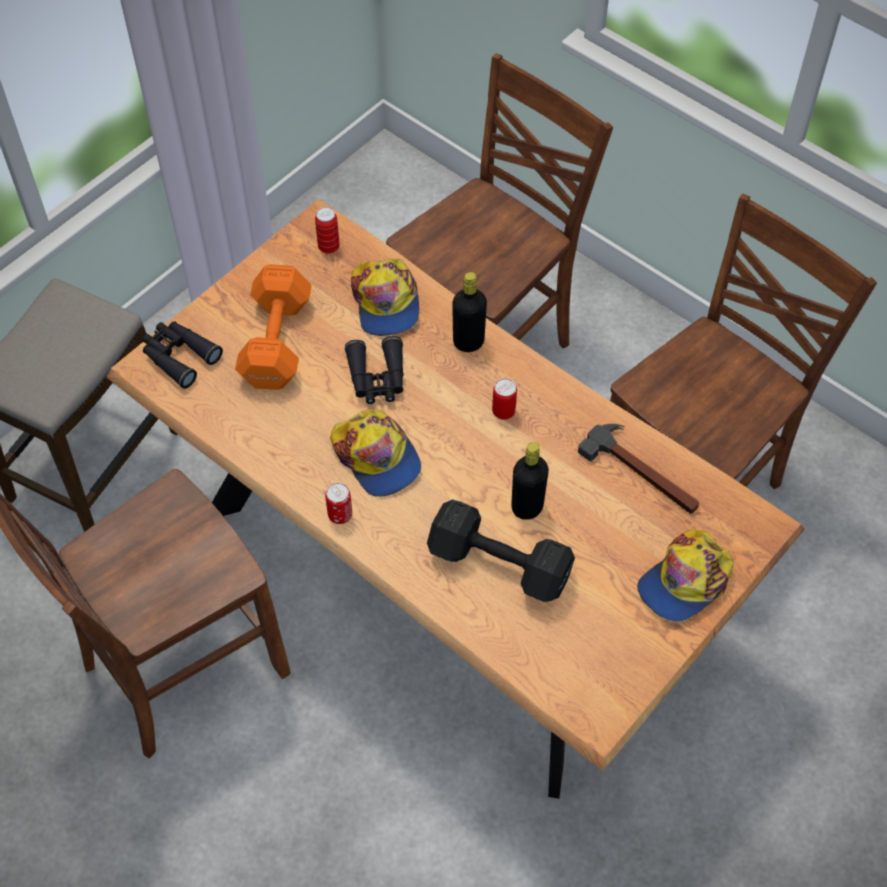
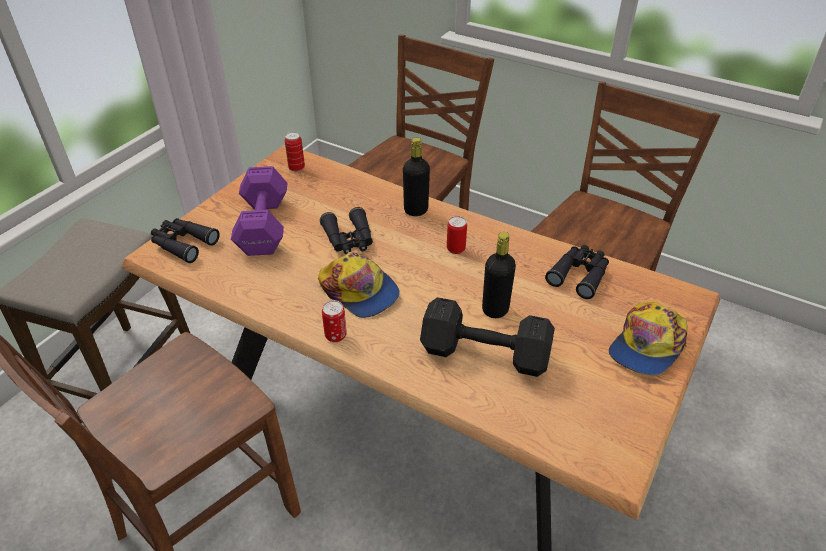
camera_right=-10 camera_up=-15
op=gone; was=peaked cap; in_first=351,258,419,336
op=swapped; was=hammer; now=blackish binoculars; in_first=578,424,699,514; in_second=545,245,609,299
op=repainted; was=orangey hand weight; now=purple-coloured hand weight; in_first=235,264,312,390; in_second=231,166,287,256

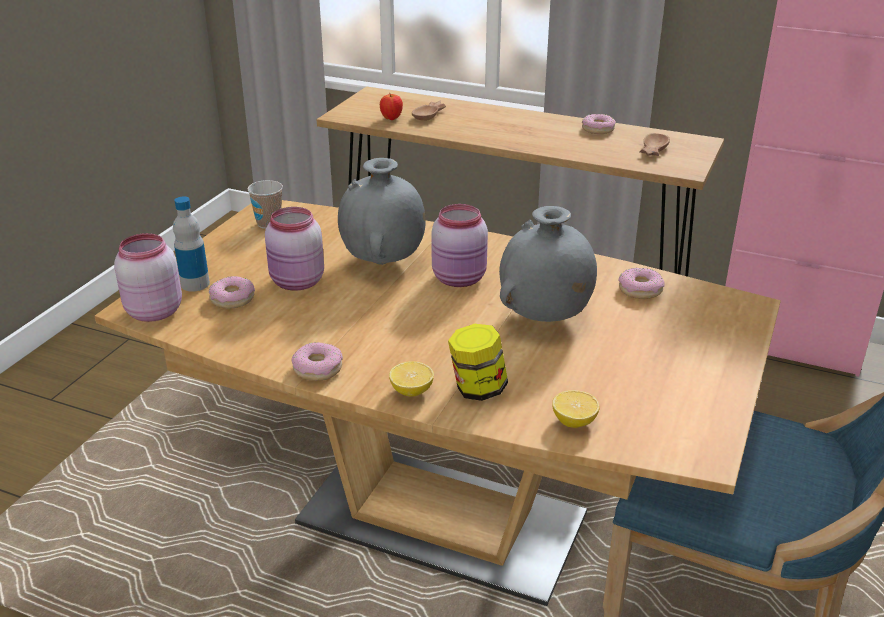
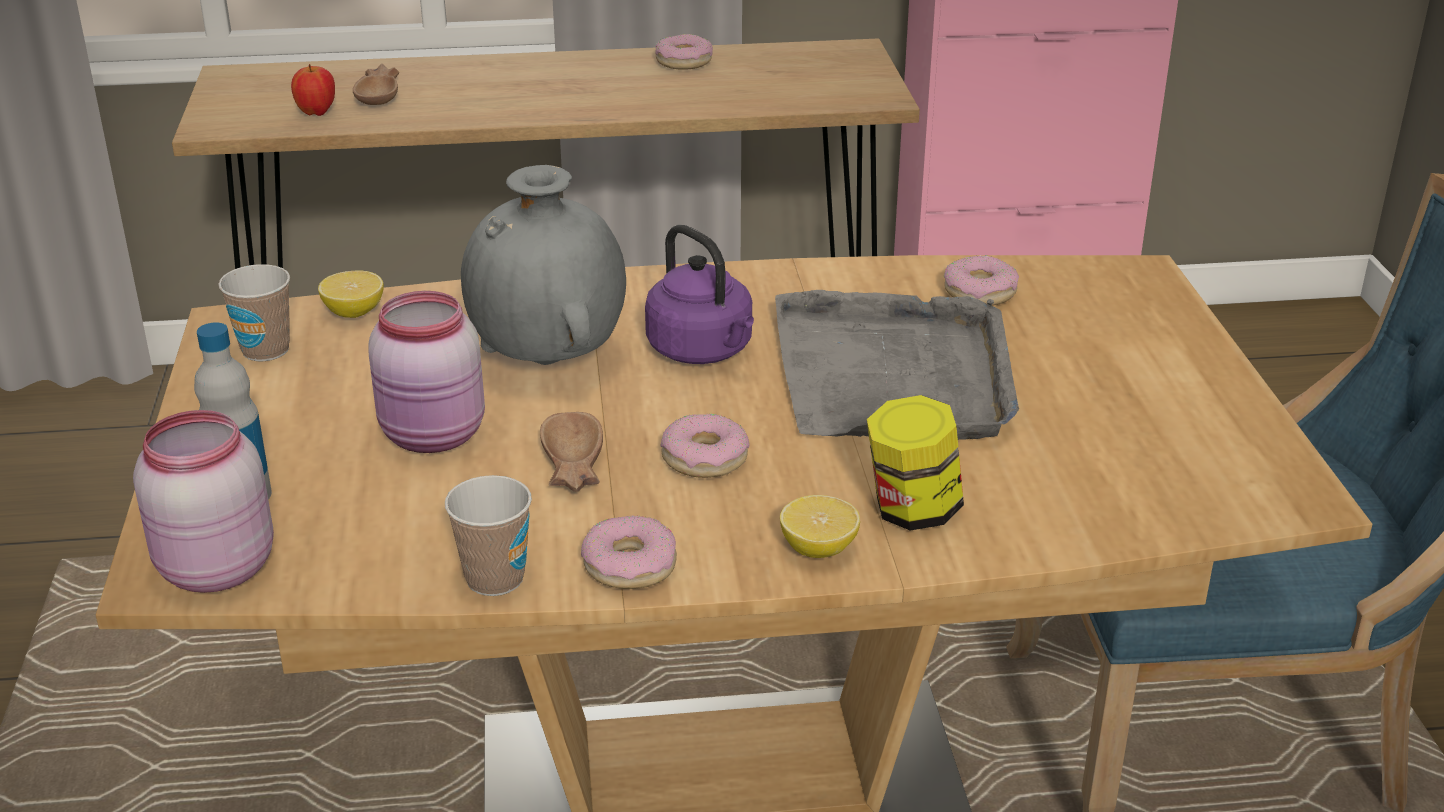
camera_right=-30 camera_up=0
op=new; now=drinking cup; in_second=445,475,532,596
op=shifted; was=donut; in_first=209,276,255,309; in_second=661,414,750,478
op=shifted; was=citrus fruit; in_first=552,390,600,428; in_second=318,270,384,318
op=shifted; was=brown-coloured serving bowl; in_first=639,133,670,156; in_second=540,412,603,492
op=swapped; was=pink storage jar; now=purple-coloured tea kettle; in_first=431,204,488,287; in_second=645,225,754,364
op=swapped; was=greyish flower vase; now=greyish carrying tray; in_first=499,206,597,322; in_second=775,290,1019,440

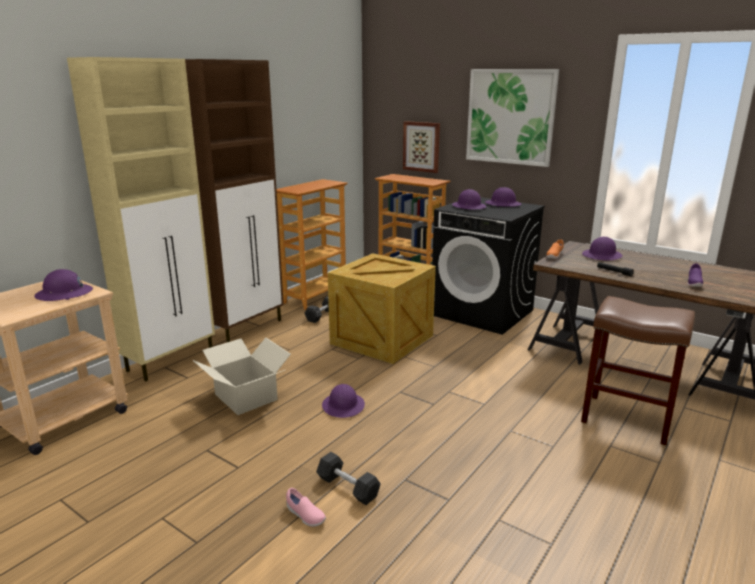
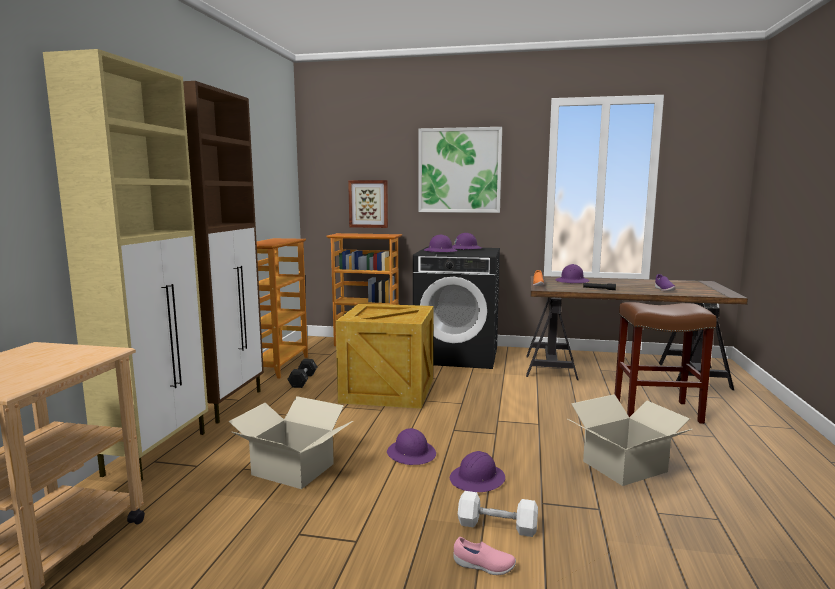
camera_right=-25 camera_up=-10
op=new; now=cardboard box; in_second=568,394,692,486
op=shifted; was=purple-coloured work helmet; in_first=34,269,93,301; in_second=450,451,505,492
op=repainted; was=blackish hand weight; now=white hand weight; in_first=316,452,381,505; in_second=458,491,538,537

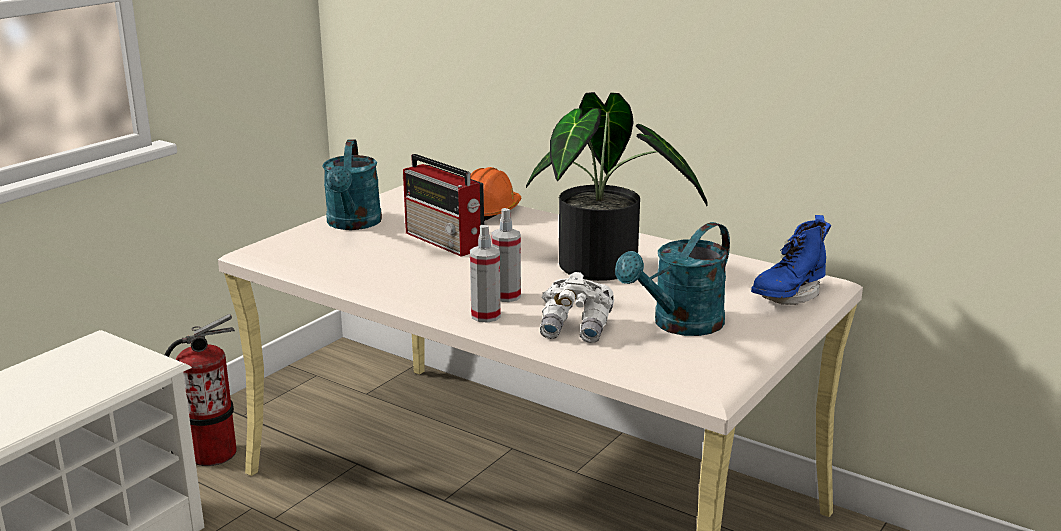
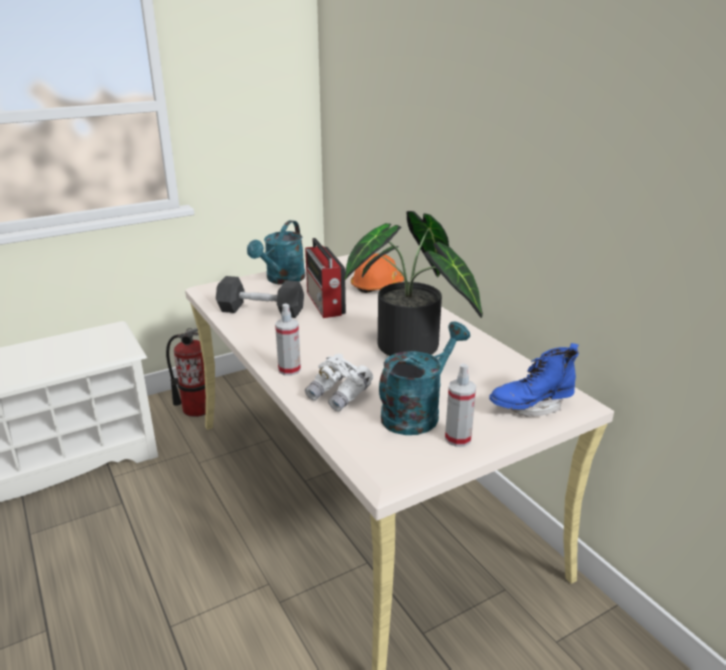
camera_right=25 camera_up=5
op=new; now=greyish hand weight; in_second=216,276,304,318
op=shifted; was=hand sprayer; in_first=491,208,521,302; in_second=445,363,476,447
op=rotated; was=turquoise-coloured watering can; in_first=615,222,730,336; in_second=379,322,470,435; clockwise=150

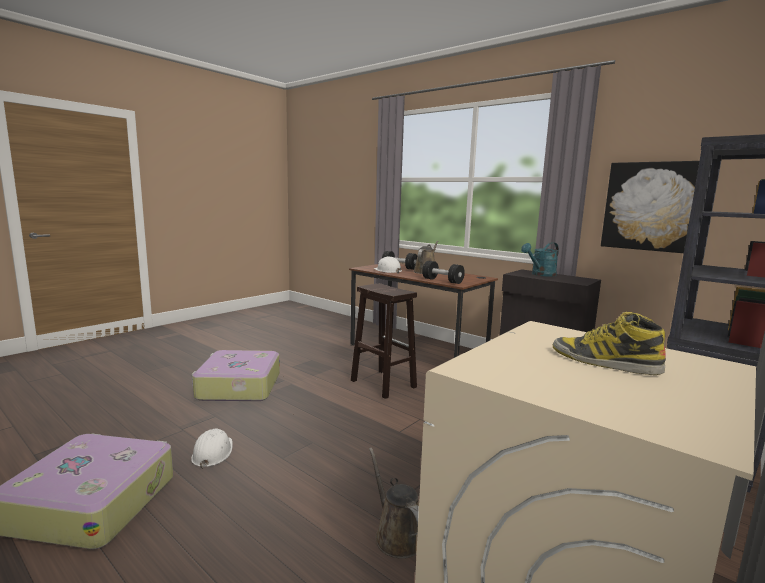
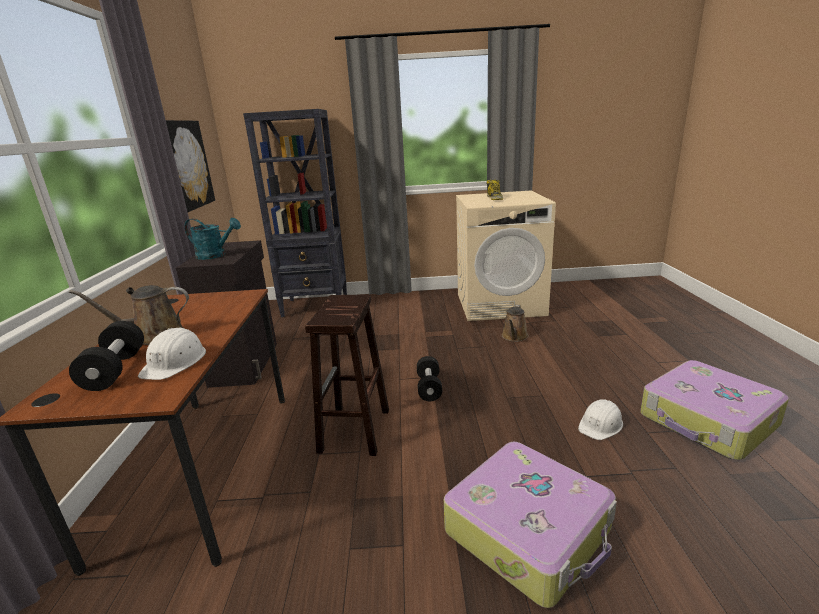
camera_right=-130 camera_up=10
op=shifted; was=blackish hand weight; in_first=422,261,465,284; in_second=417,356,442,401

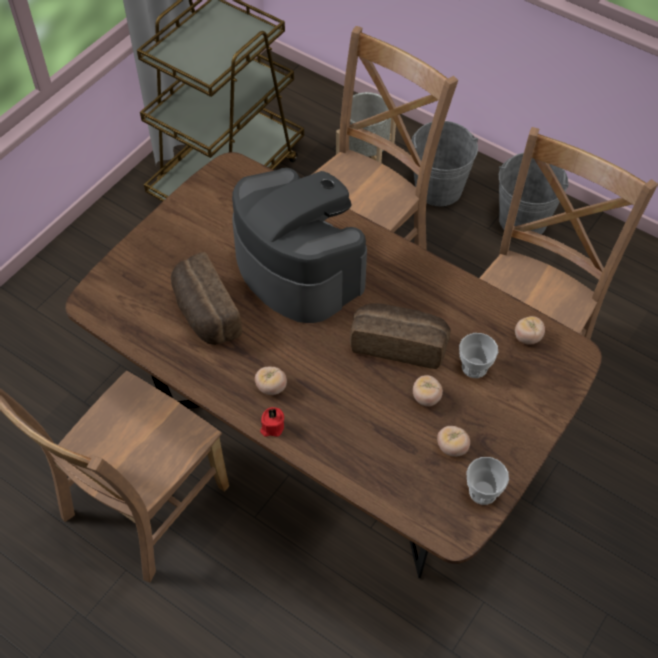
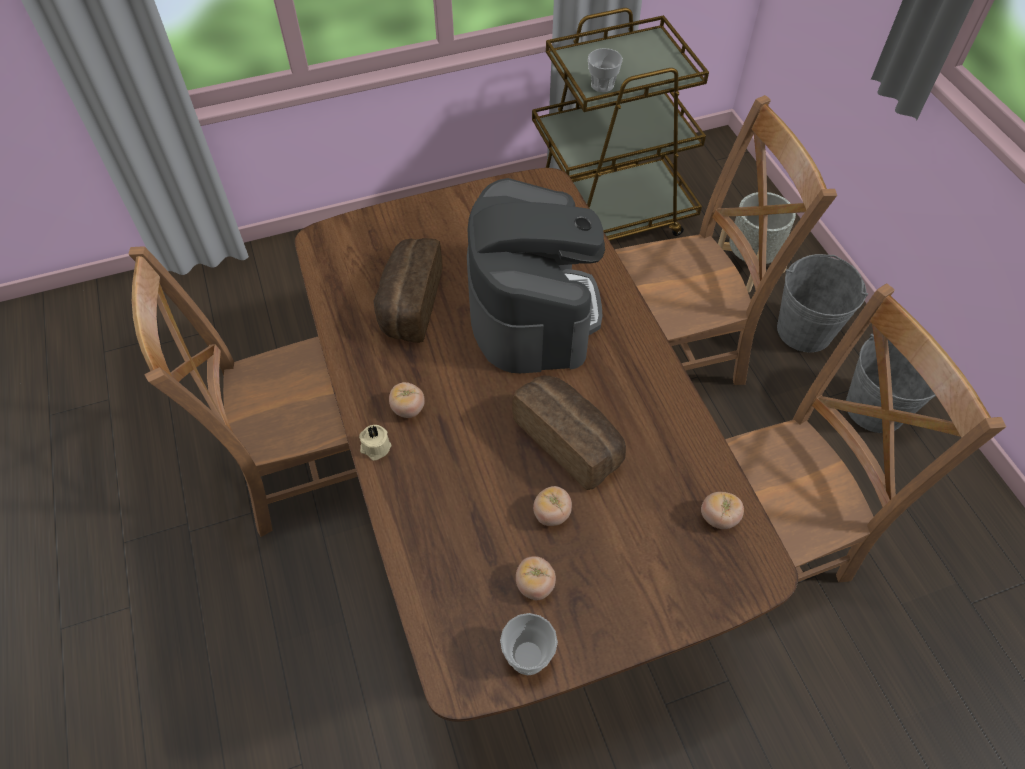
camera_right=35 camera_up=0
op=shifted; was=drinking cup; in_first=459,333,498,378; in_second=588,48,623,92
op=repainted; was=reddish candle; now=beige candle; in_first=260,407,284,437; in_second=359,425,391,461

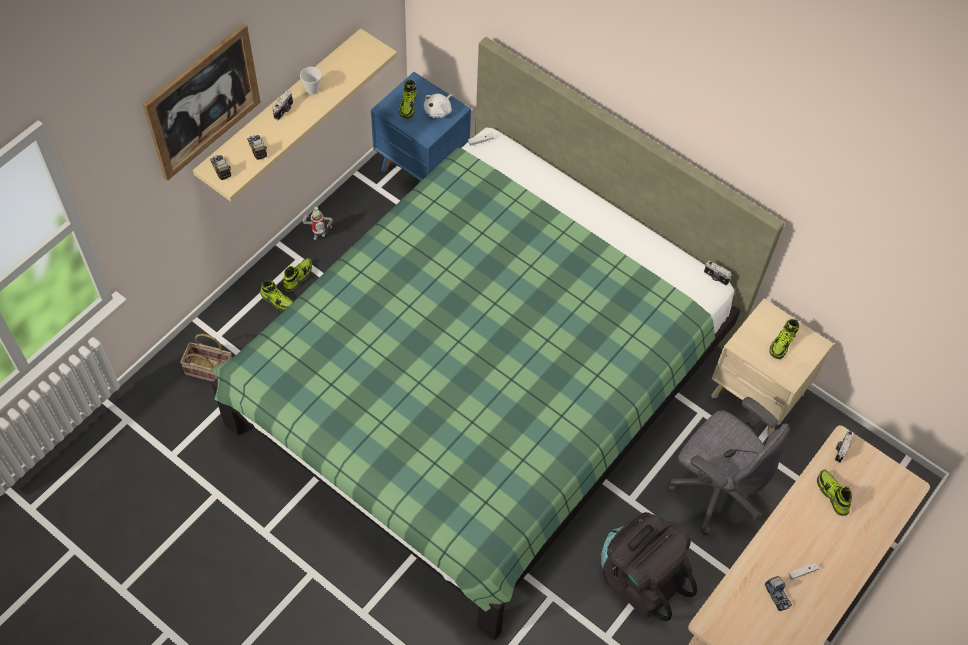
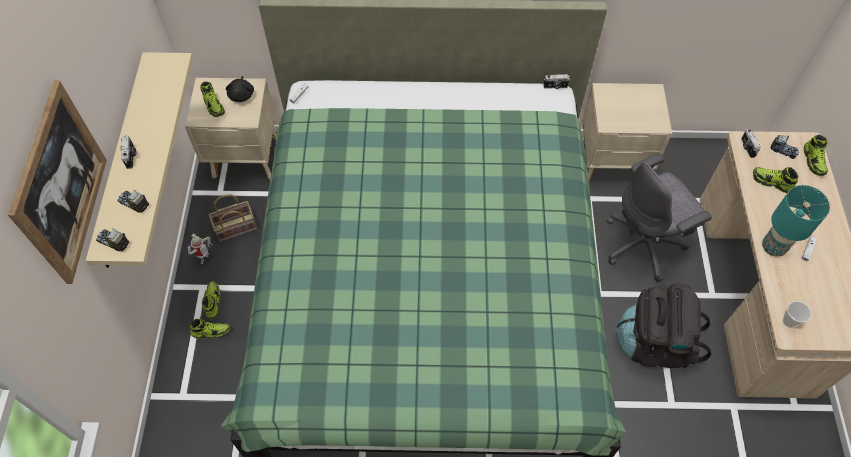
camera_right=-35 camera_up=0
op=new; now=turquoise-coloured table lamp; in_second=762,185,830,257
op=shifted; was=storage basket; in_first=180,334,232,382; in_second=209,194,257,242
op=shifted; was=drinking cup; in_first=300,67,322,95; in_second=783,301,811,328
op=shifted; was=model truck; in_first=765,576,792,611; in_second=771,135,799,159
op=shifted; was=low shoe; in_first=770,319,800,359; in_second=803,135,828,176
op=repainted; was=blue nightstand; now=beige nightstand; in_first=371,72,471,181; in_second=185,78,276,179
op=repainted; was=white soft toy; now=blackish soft toy; in_first=424,94,452,118; in_second=226,76,254,102
op=rotated; was=greyish desk chair; in_first=667,397,790,535; in_second=606,154,712,282; clockwise=150

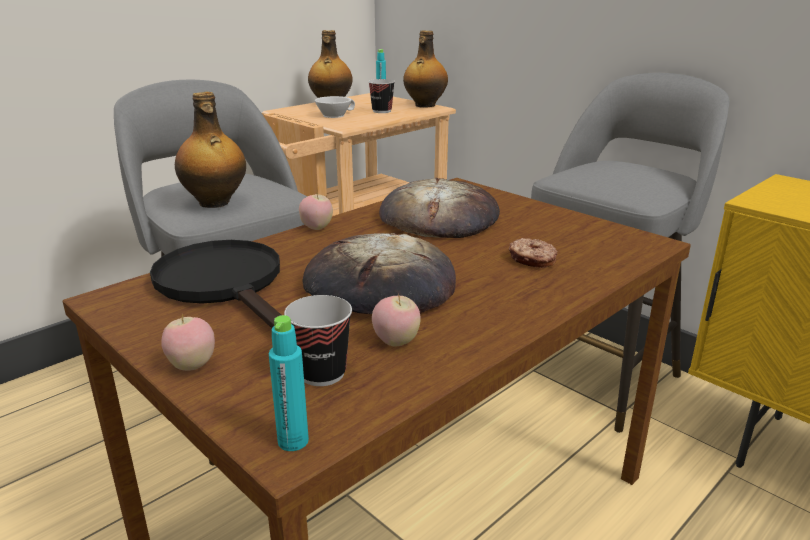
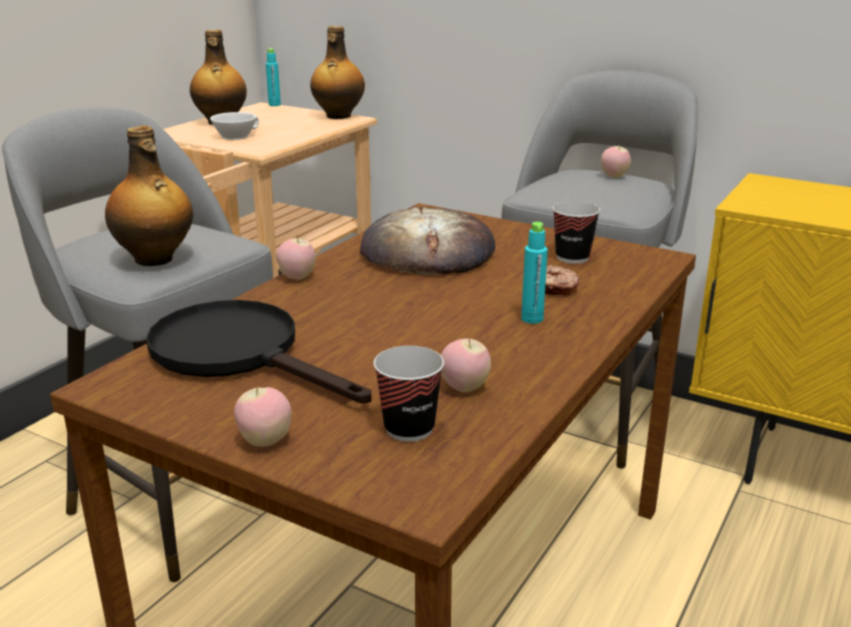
camera_right=-15 camera_up=0
op=gone; was=bakery bread; in_first=302,233,456,314
op=new; now=apple; in_second=601,144,631,177
op=shifted; was=turquoise-coloured drink bottle; in_first=269,315,309,451; in_second=521,222,548,324
op=shifted; was=drinking cup; in_first=368,79,395,113; in_second=553,201,600,264

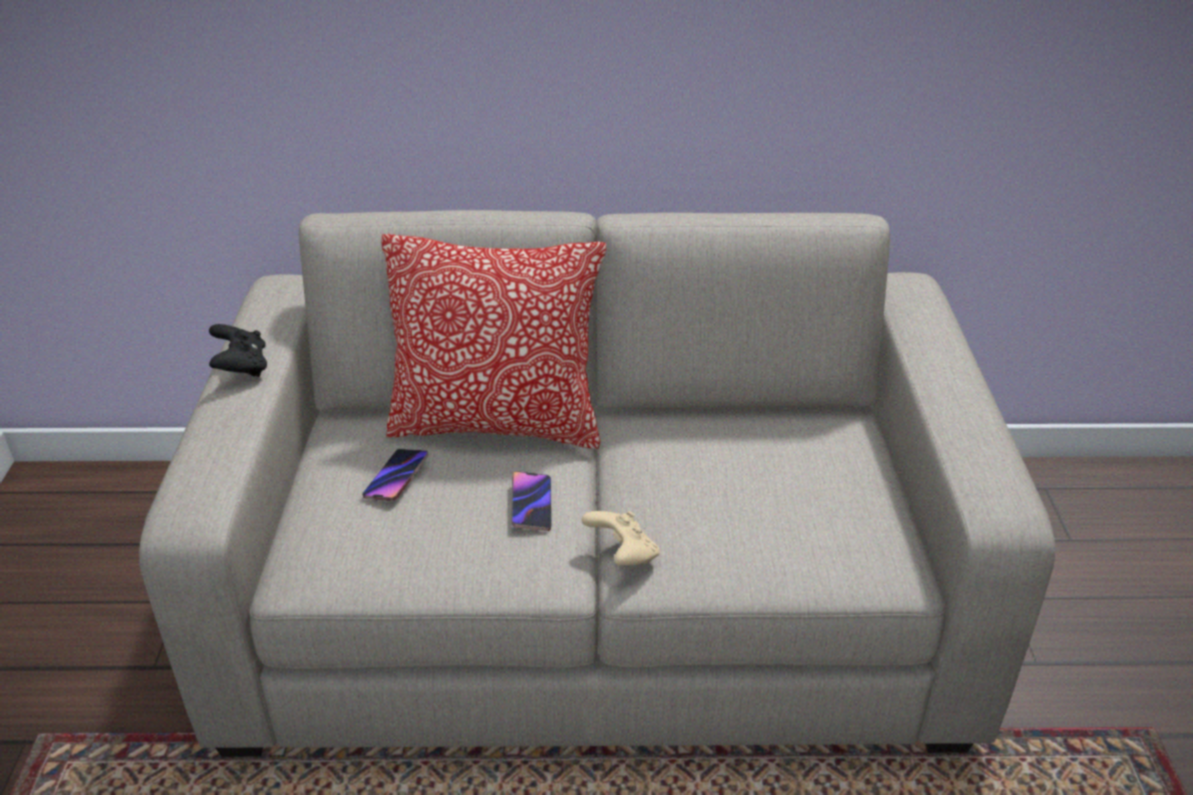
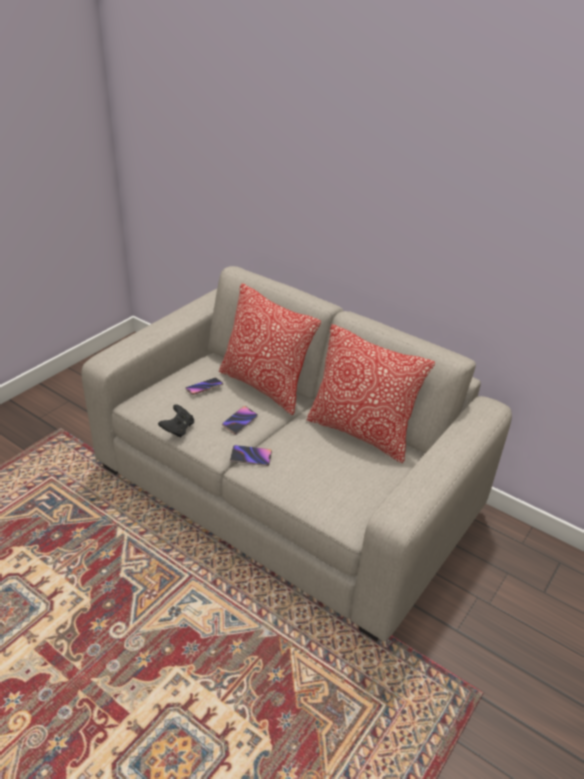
camera_right=35 camera_up=0
op=new; now=cushion; in_second=307,324,435,463
op=shifted; was=blackish gamepad; in_first=209,324,267,377; in_second=158,404,194,438
op=swapped; was=beige gamepad; now=telephone; in_first=581,511,660,565; in_second=230,445,272,466

